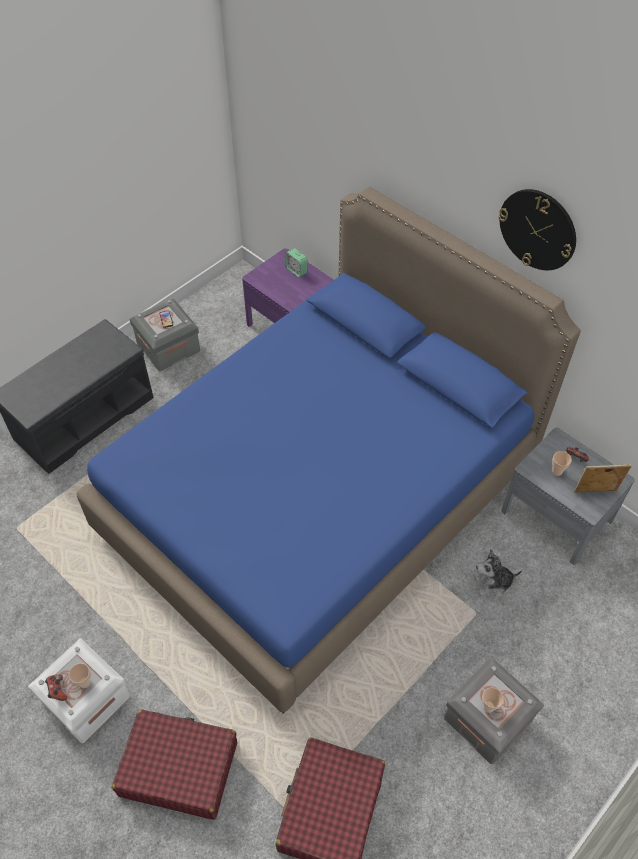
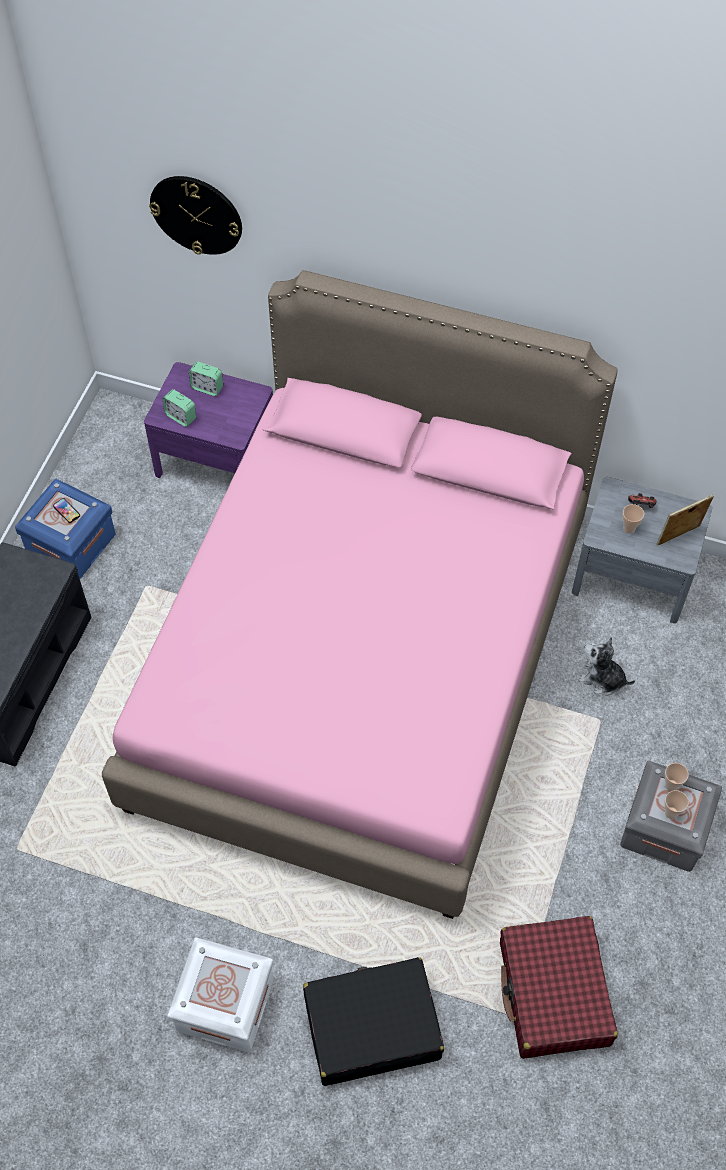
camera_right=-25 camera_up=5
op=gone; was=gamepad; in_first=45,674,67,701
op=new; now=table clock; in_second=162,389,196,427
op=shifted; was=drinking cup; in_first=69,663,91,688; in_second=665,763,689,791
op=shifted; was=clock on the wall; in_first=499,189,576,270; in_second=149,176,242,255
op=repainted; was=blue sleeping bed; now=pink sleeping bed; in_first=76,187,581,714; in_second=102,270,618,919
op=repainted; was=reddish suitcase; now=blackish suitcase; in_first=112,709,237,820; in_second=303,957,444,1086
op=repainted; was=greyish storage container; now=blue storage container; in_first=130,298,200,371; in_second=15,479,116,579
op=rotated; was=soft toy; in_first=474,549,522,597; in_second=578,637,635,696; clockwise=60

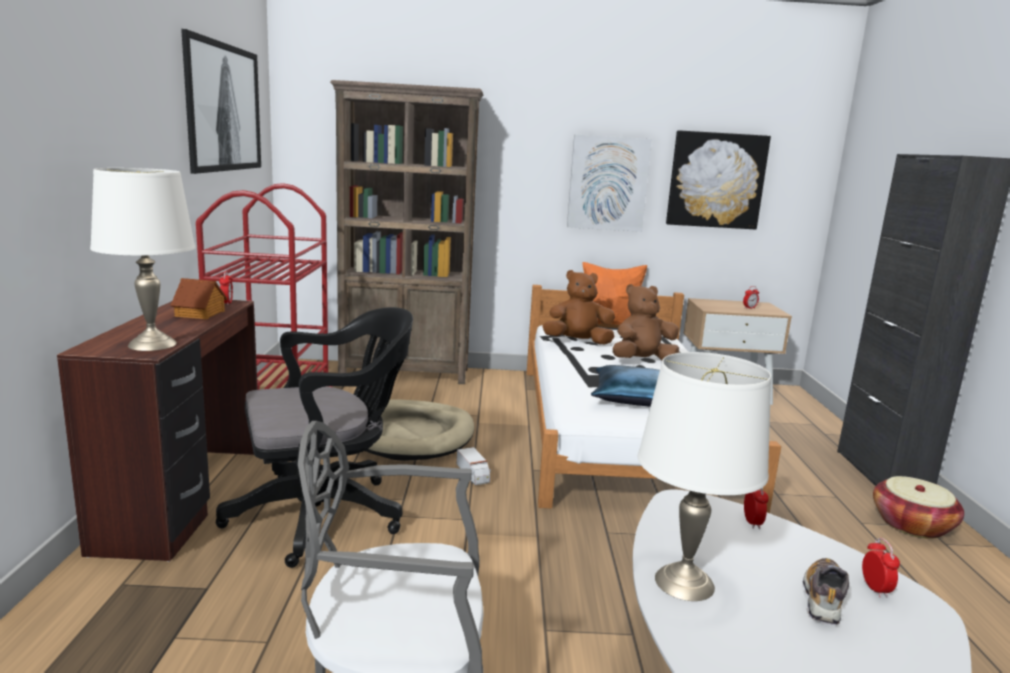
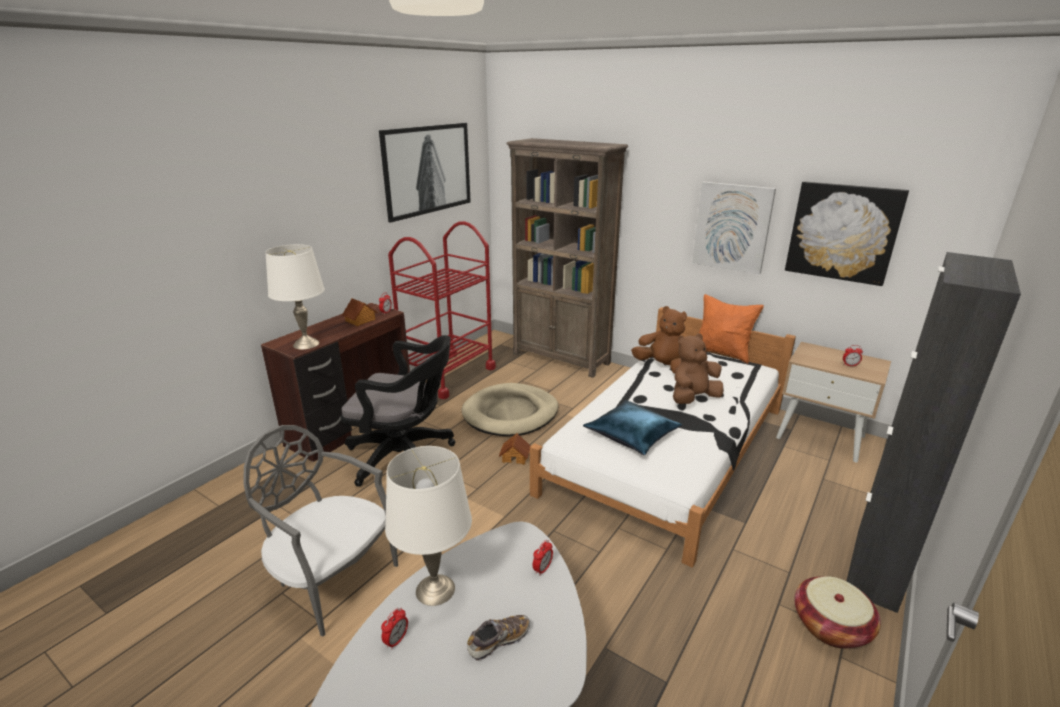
camera_right=35 camera_up=10
op=shifted; was=table clock; in_first=862,538,900,598; in_second=381,608,408,650
op=swapped; was=model truck; now=model house; in_first=457,447,491,485; in_second=499,433,530,465
op=rotated; was=brown-coloured soft toy; in_first=613,284,679,360; in_second=673,333,724,404; clockwise=-45

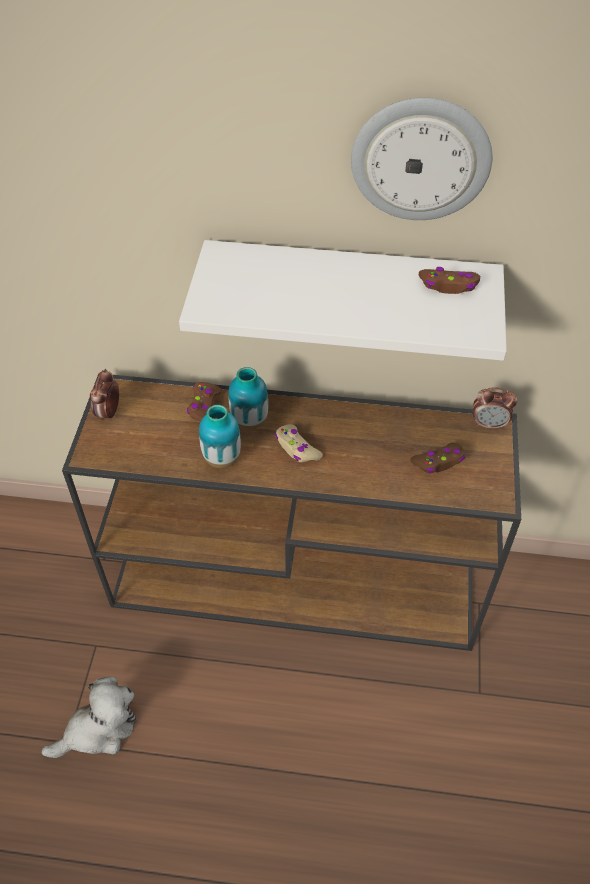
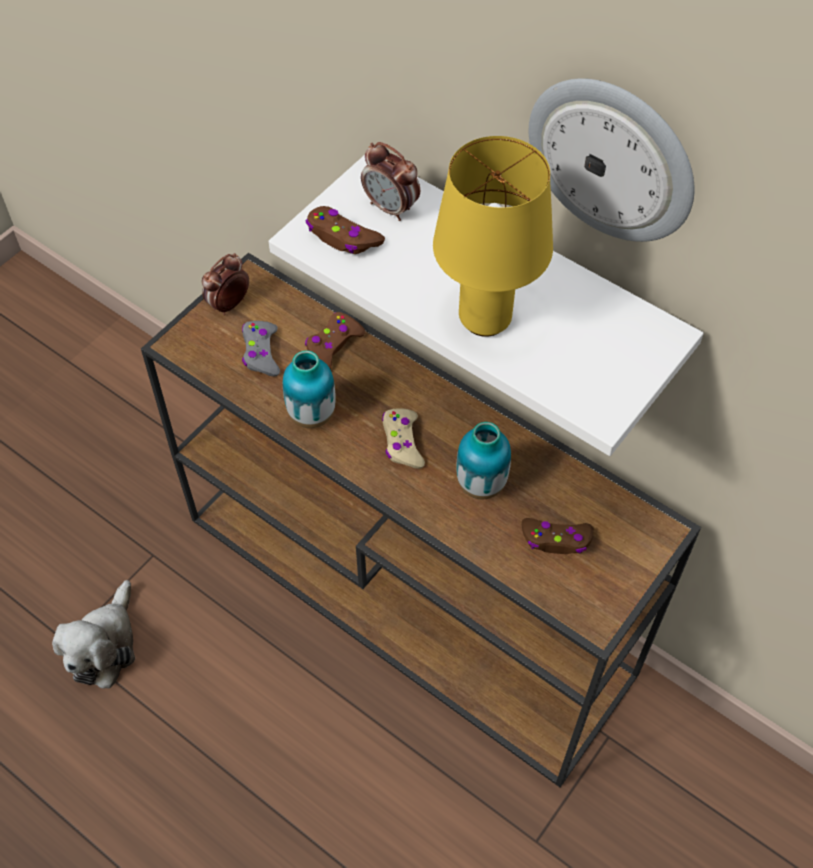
camera_right=30 camera_up=5
op=new; now=greyish gamepad; in_second=242,321,280,376
op=new; now=yellowish table lamp; in_second=433,136,553,337
op=shifted; was=flower vase; in_first=228,367,268,430; in_second=456,422,511,500
op=shifted; was=brown-coloured gamepad; in_first=419,267,480,294; in_second=306,206,385,254
op=shifted; was=table clock; in_first=473,388,517,430; in_second=361,142,420,221
op=rotated; was=soft toy; in_first=41,677,137,758; in_second=52,580,135,689; clockwise=105

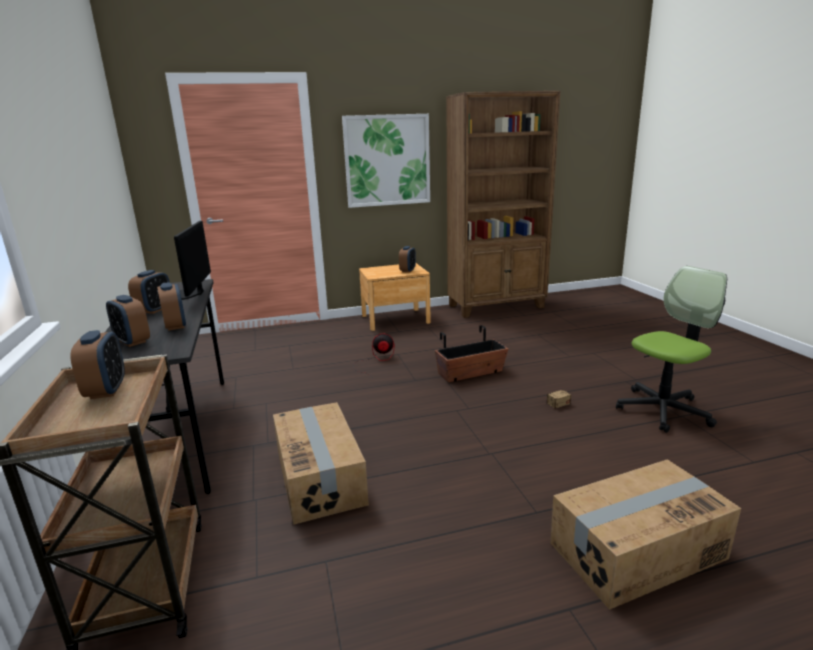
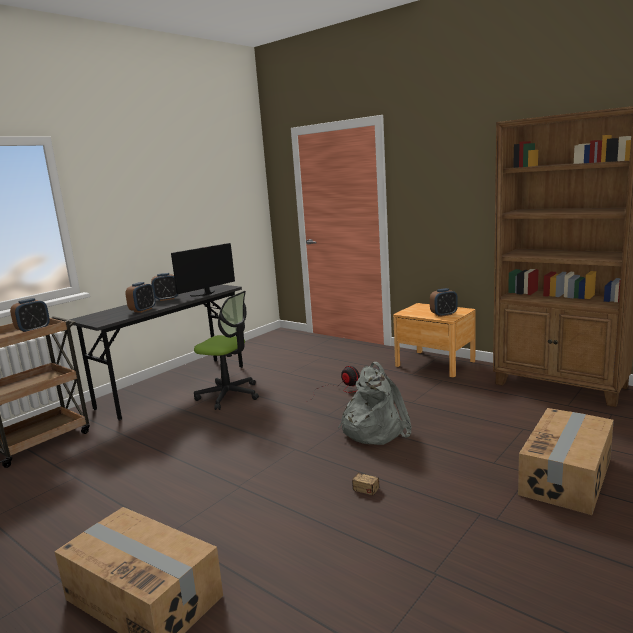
camera_right=55 camera_up=-5
op=gone; was=table clock; in_first=106,295,150,347
op=gone; was=wall art; in_first=342,114,430,208
op=shifted; was=cardboard box; in_first=273,402,369,525; in_second=518,408,614,515
op=shifted; was=desk chair; in_first=616,266,727,433; in_second=194,291,259,410
op=swapped; was=planter; now=greyish rucksack; in_first=435,325,508,382; in_second=338,362,412,445

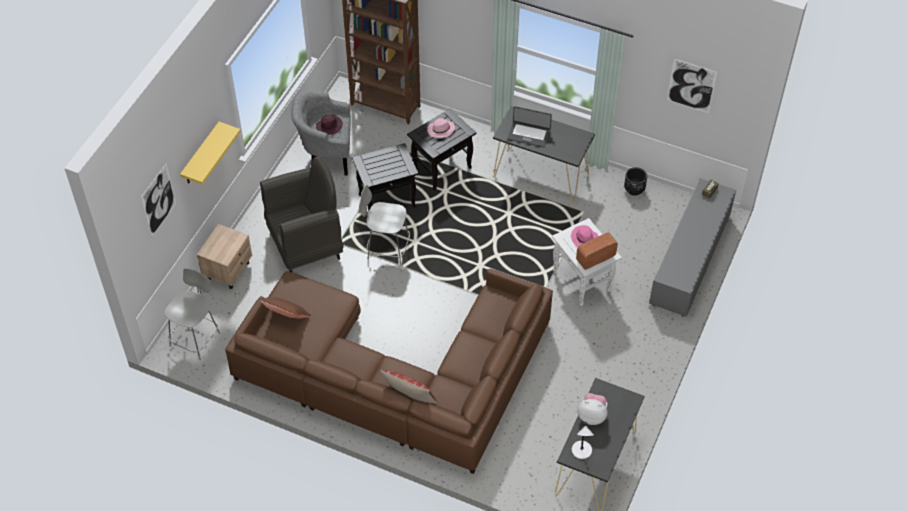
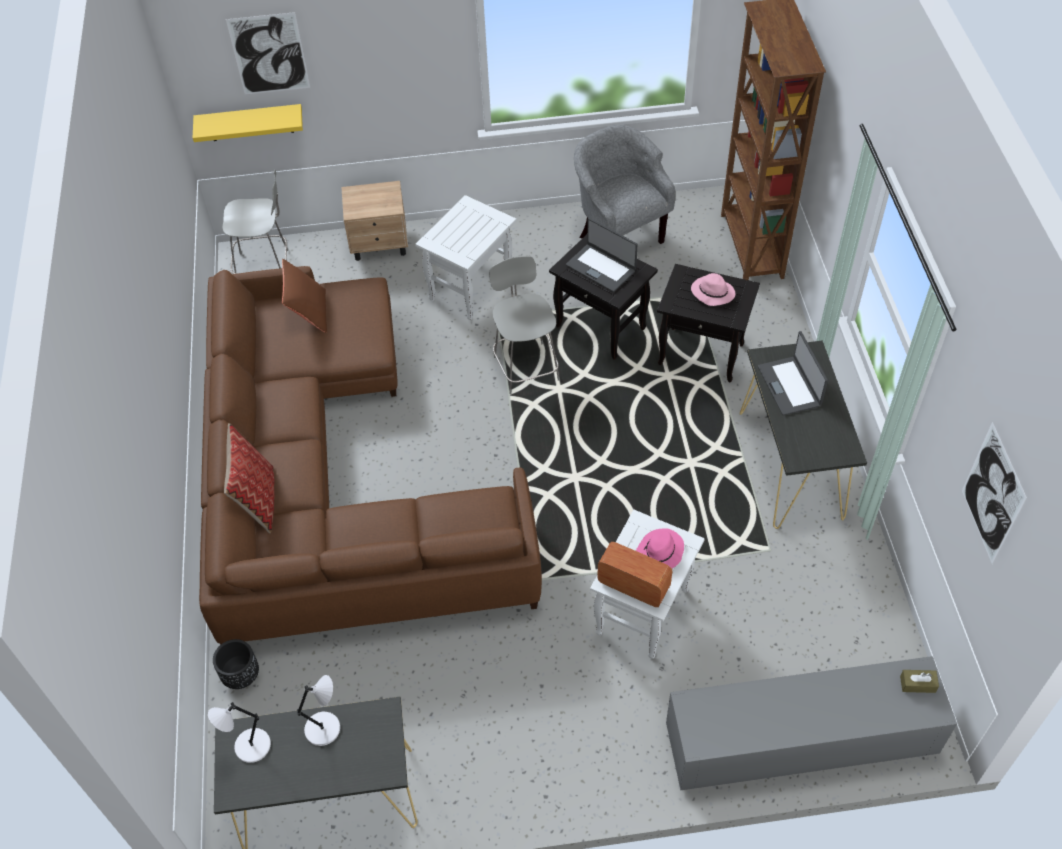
camera_right=60 camera_up=0
op=gone; was=purple-coloured hat; in_first=316,114,343,135
op=new; now=portable computer; in_second=566,218,638,292
op=shifted; was=yellowish shelf; in_first=180,122,241,184; in_second=193,104,303,142
op=shifted; was=blackish planter; in_first=624,167,647,195; in_second=213,639,259,689
op=swapped; was=greyish armchair; now=white end table; in_first=260,157,344,272; in_second=415,195,517,320
op=swapped; was=soft toy; now=white table lamp; in_first=577,393,608,425; in_second=297,675,340,746

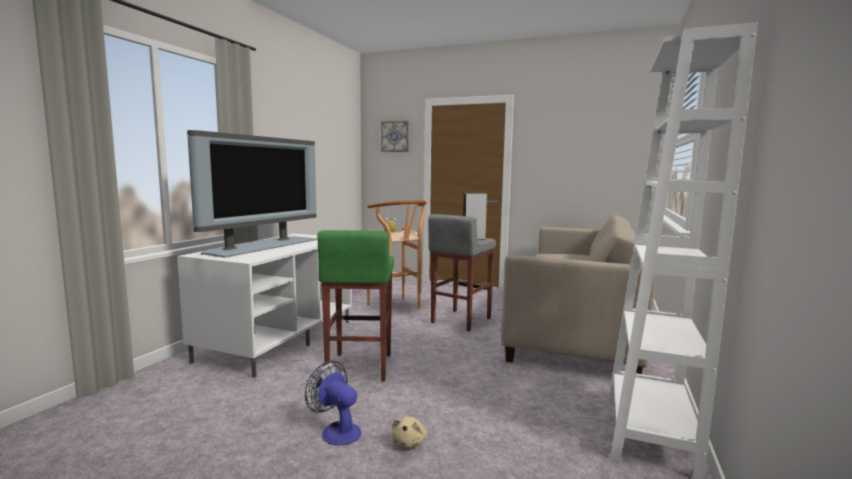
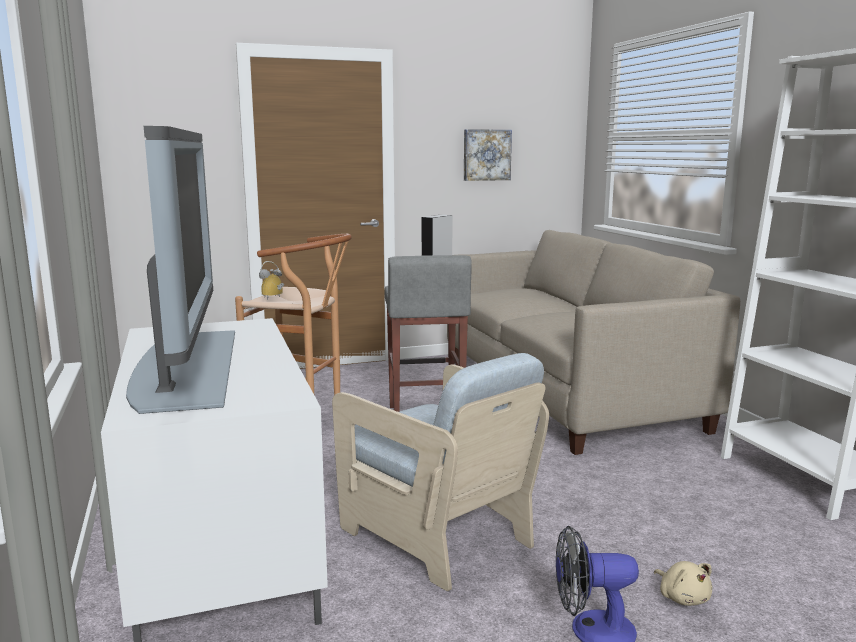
camera_right=-40 camera_up=5
op=shifted; was=wall art; in_first=381,121,409,152; in_second=464,129,512,181
op=swapped; was=green stool; now=beige armchair; in_first=317,230,394,382; in_second=332,353,549,591

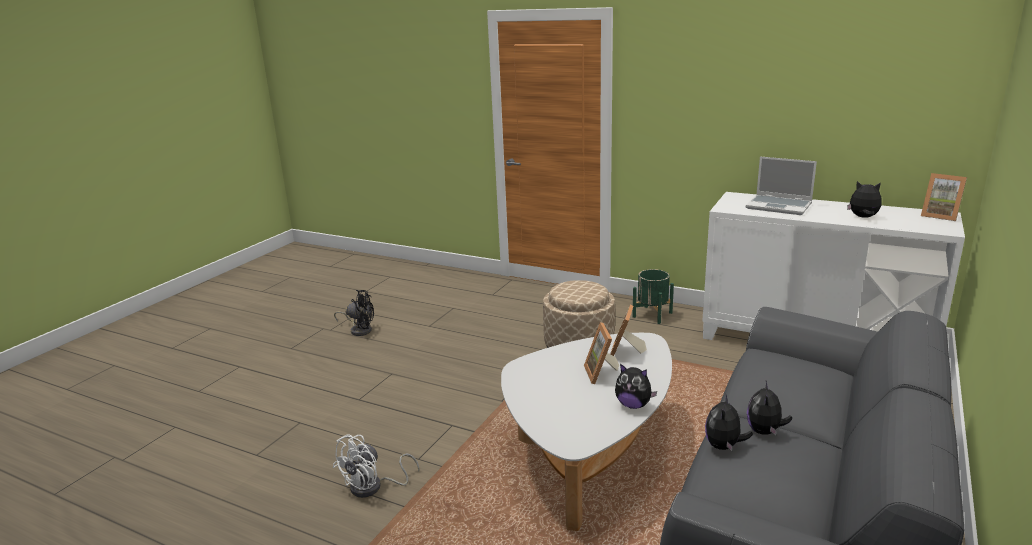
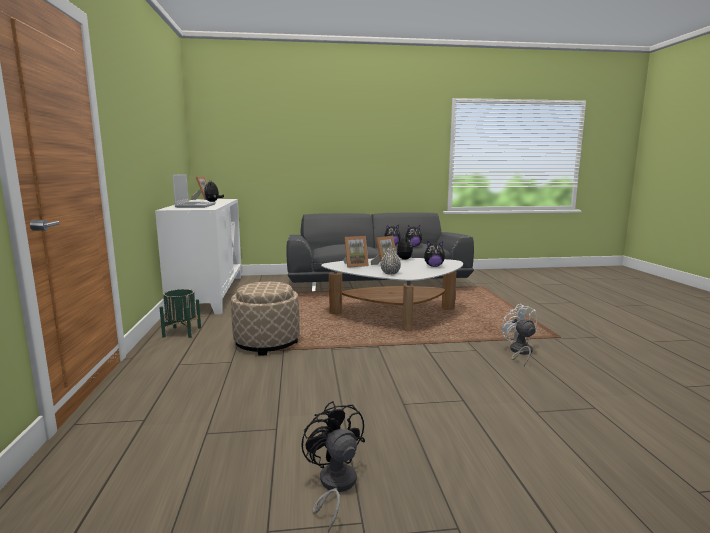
camera_right=-125 camera_up=-10
op=new; now=greyish flower vase; in_second=380,248,401,275
op=new; now=soft toy; in_second=424,241,445,267
op=rotated; was=white electric fan; in_first=332,434,420,498; in_second=502,304,538,366; clockwise=-105

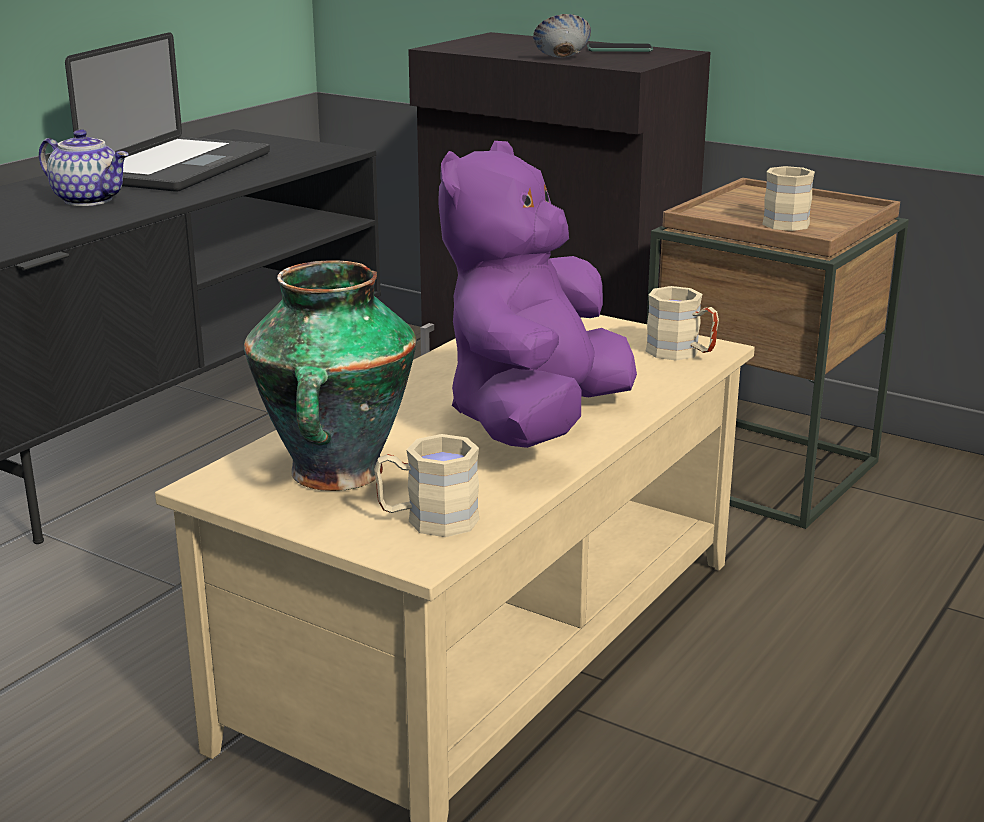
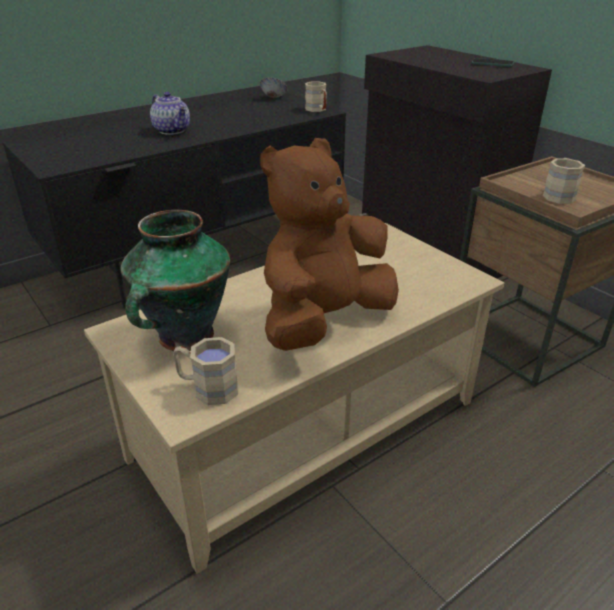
camera_right=20 camera_up=10
op=gone; was=portable computer; in_first=65,32,270,192
op=shifted; was=serving bowl; in_first=533,14,591,58; in_second=260,77,288,98
op=shifted; was=beige tea mug; in_first=646,286,719,361; in_second=305,81,327,112
op=repainted; was=purple-coloured soft toy; now=brown-coloured soft toy; in_first=438,141,637,448; in_second=260,138,399,351

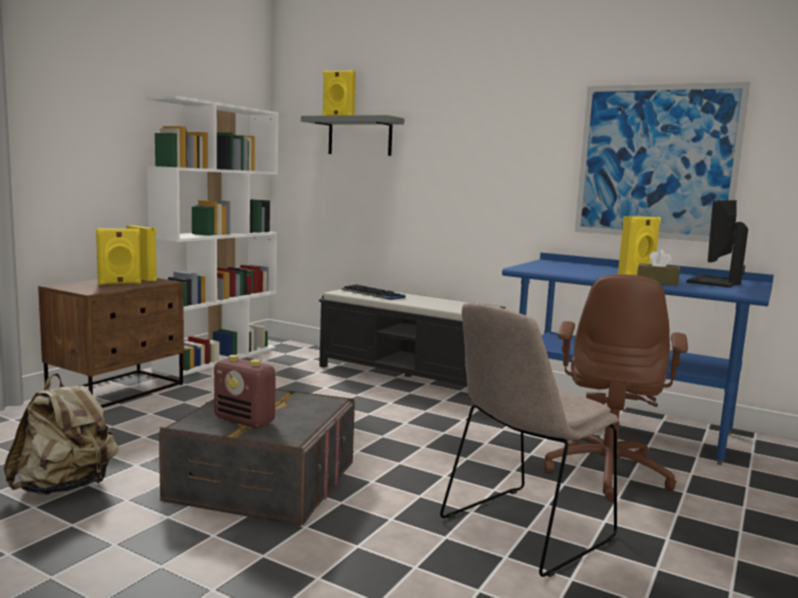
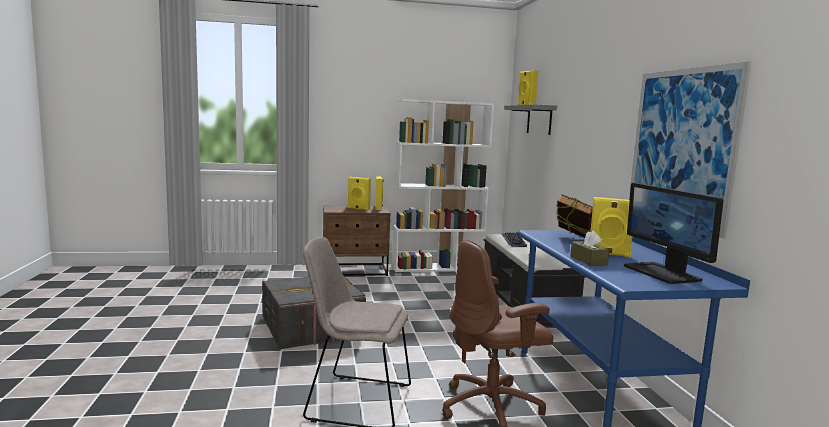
camera_right=50 camera_up=0
op=gone; was=beige rucksack; in_first=4,373,118,495
op=gone; was=radio; in_first=214,355,276,428
op=new; now=bound book; in_second=557,195,593,238
op=rotated; was=computer screen; in_first=687,200,748,287; in_second=624,183,724,284; clockwise=-105

